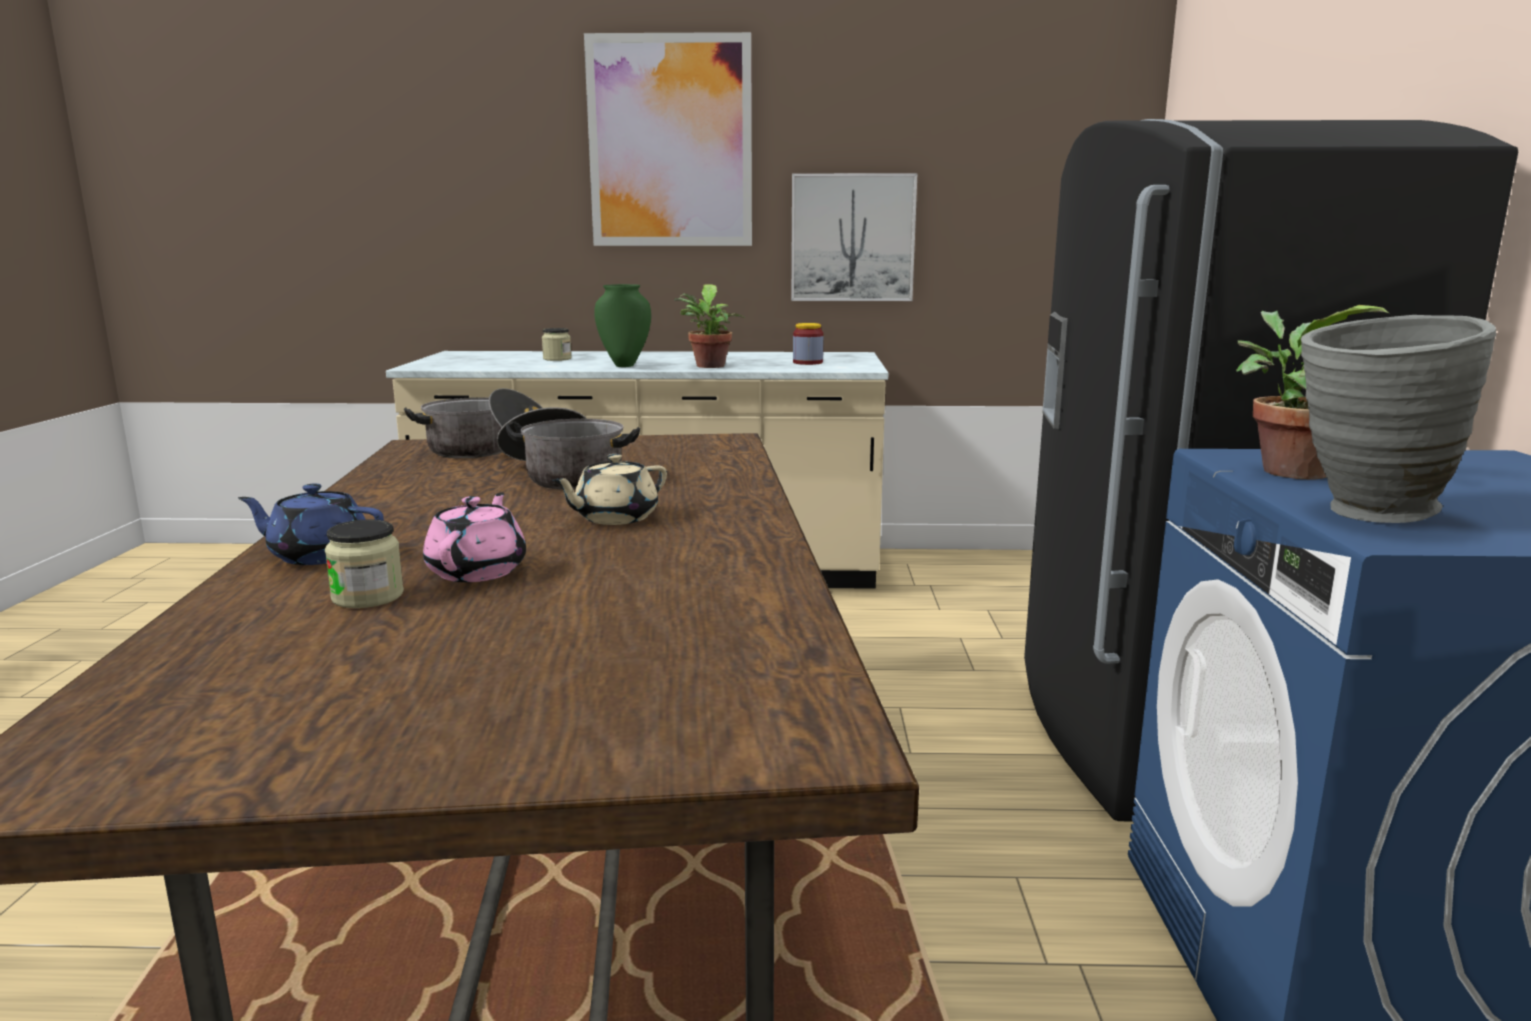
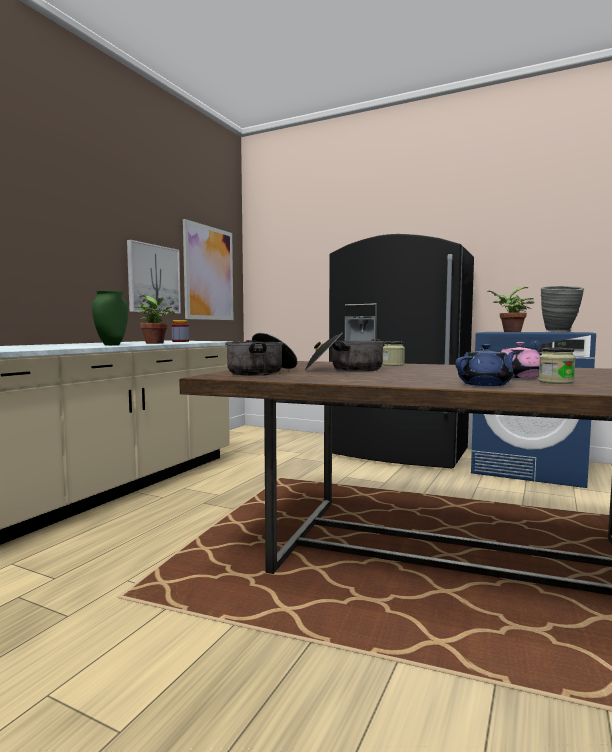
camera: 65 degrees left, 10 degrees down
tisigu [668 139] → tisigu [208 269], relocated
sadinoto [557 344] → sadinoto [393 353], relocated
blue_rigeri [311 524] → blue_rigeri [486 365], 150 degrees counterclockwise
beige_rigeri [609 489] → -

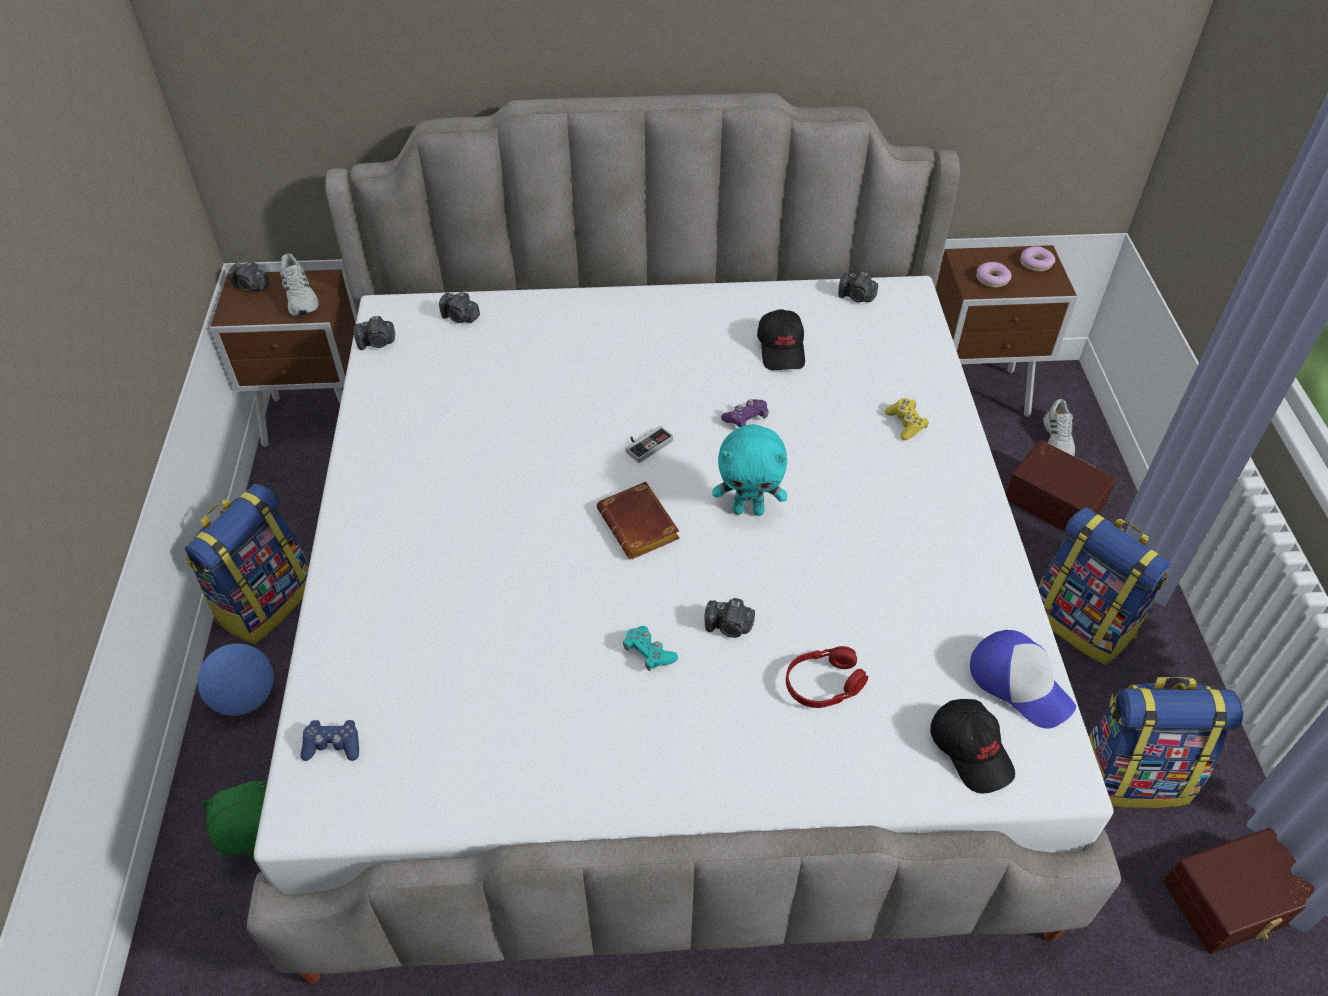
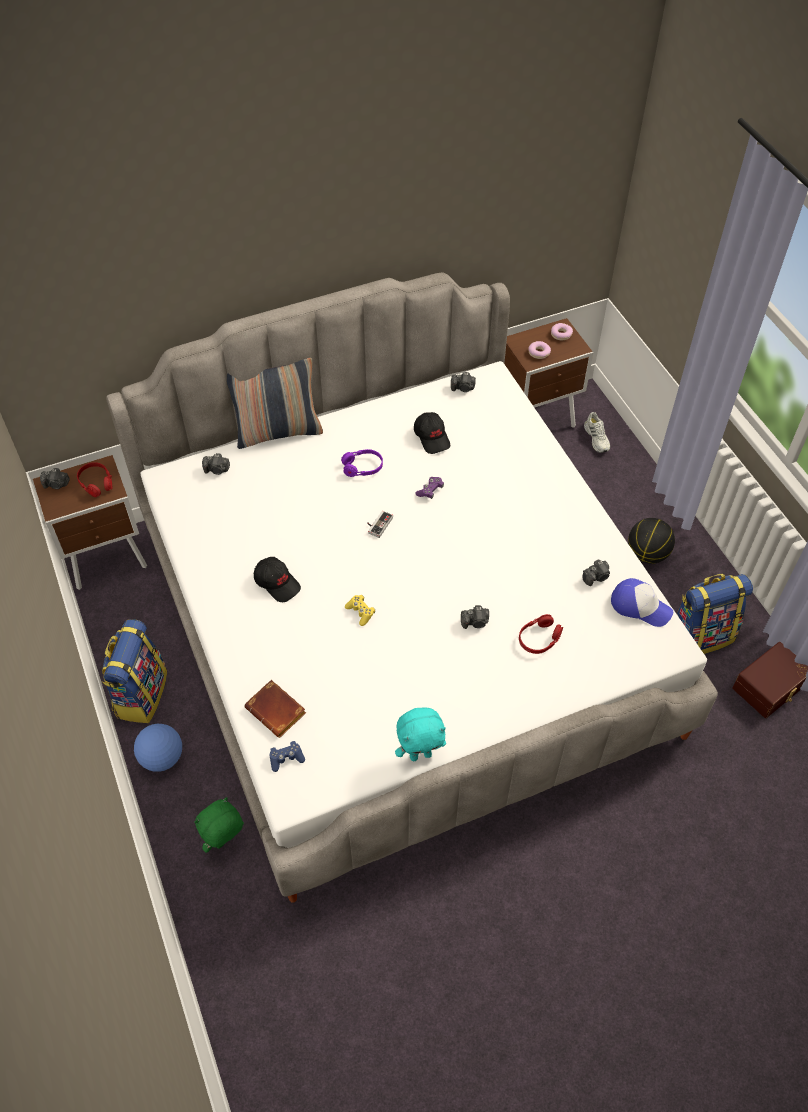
camera: 20 degrees left, 5 degrees up
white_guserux [299 285] → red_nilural [94 479]
- → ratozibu [275 403]
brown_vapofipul [638 520] → brown_vapofipul [275 709], relocated
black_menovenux [972 746] → black_menovenux [277 579], relocated
- → purple_nilural [362 463]
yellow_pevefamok [907 419] → yellow_pevefamok [360 610], relocated
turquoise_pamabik [749 470] → turquoise_pamabik [420 734], relocated
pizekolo [374 333] → pizekolo [596 572], relocated
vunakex [1104 586] → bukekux [651 541]
turquoise_pevefamok [650 648] → -
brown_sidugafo [1061 486] → -

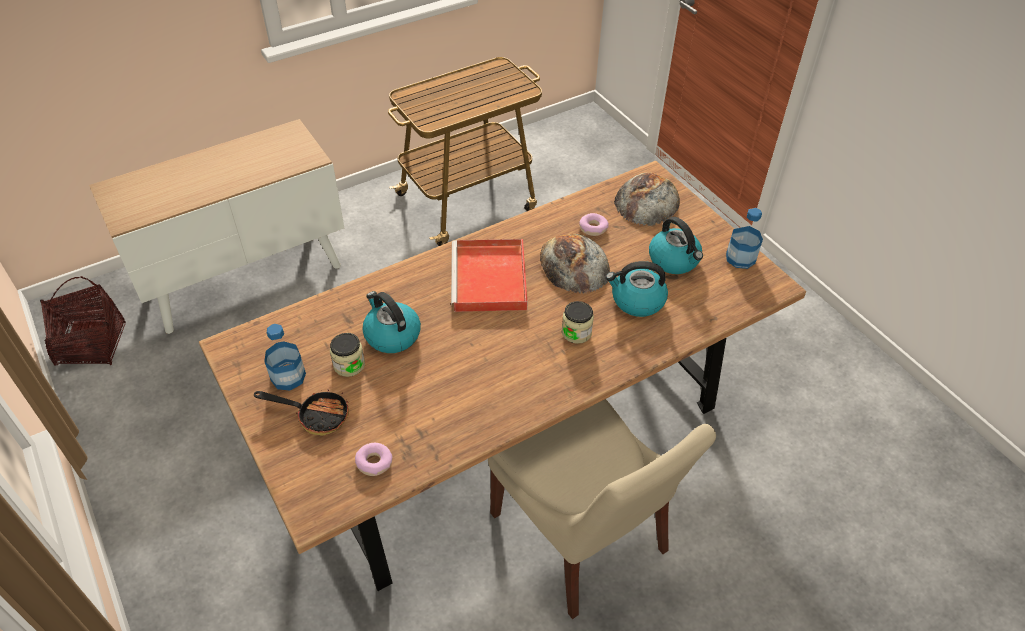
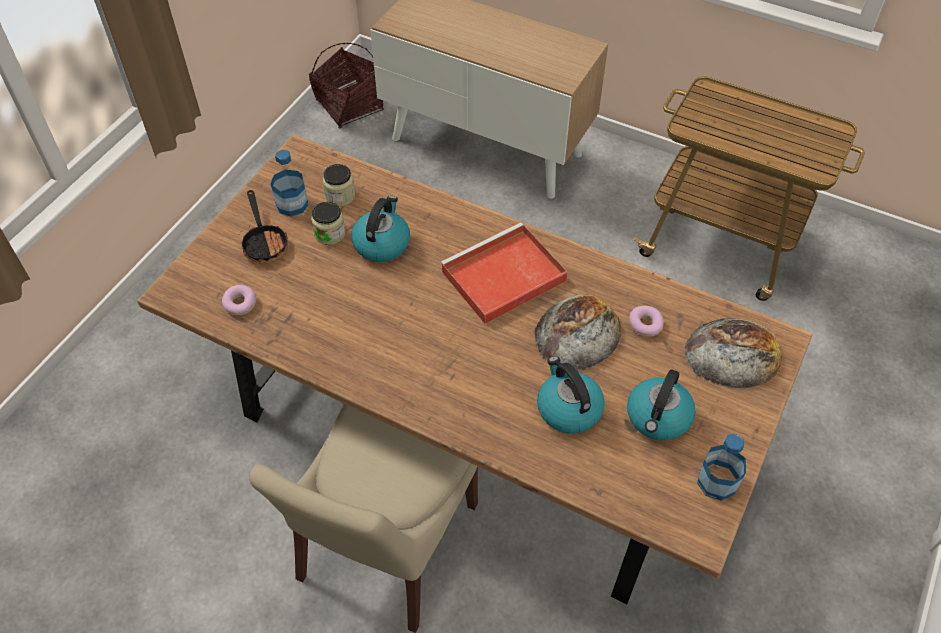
camera: 60 degrees right, 5 degrees up
sadinoto [578 322] → sadinoto [339 185], relocated

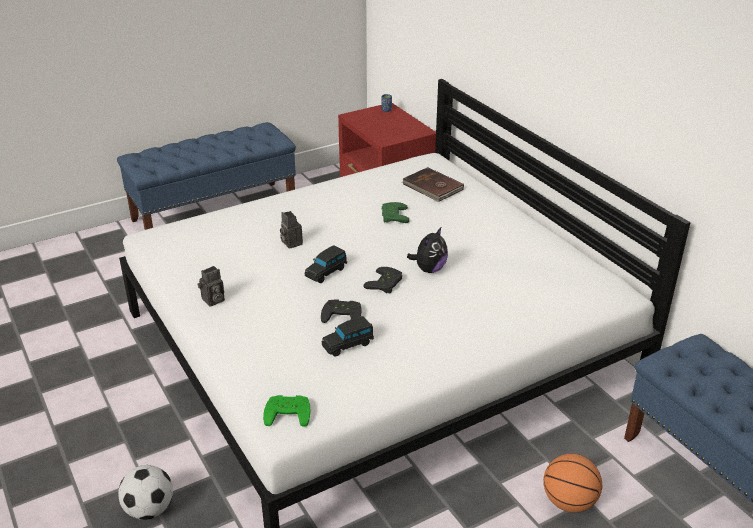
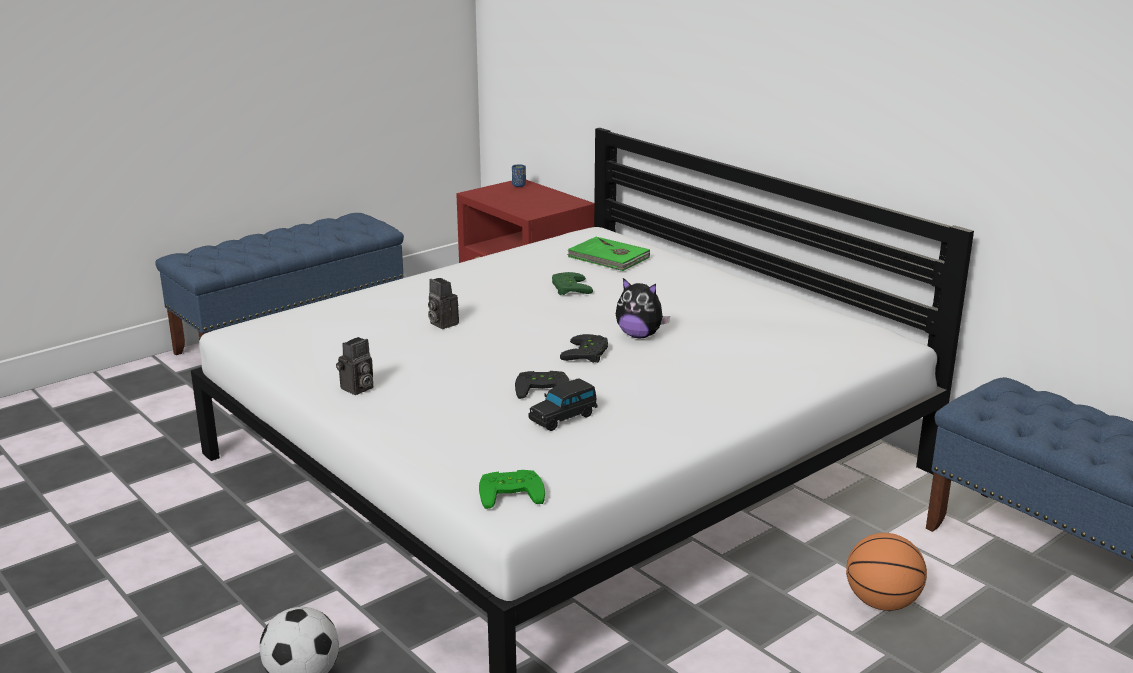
camera: 10 degrees left, 10 degrees down
brown_vapofipul [433 184] → green_vapofipul [608 254]
pamabik [427 250] → pamabik [643 308], 90 degrees clockwise
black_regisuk [326 264] → -

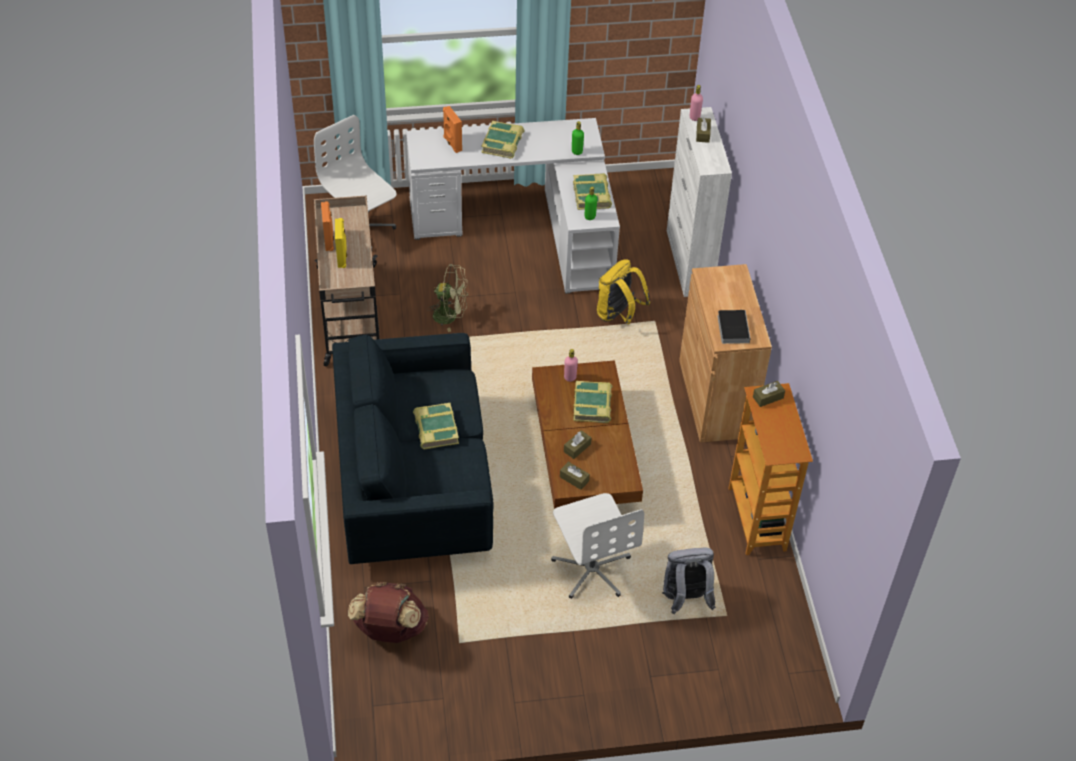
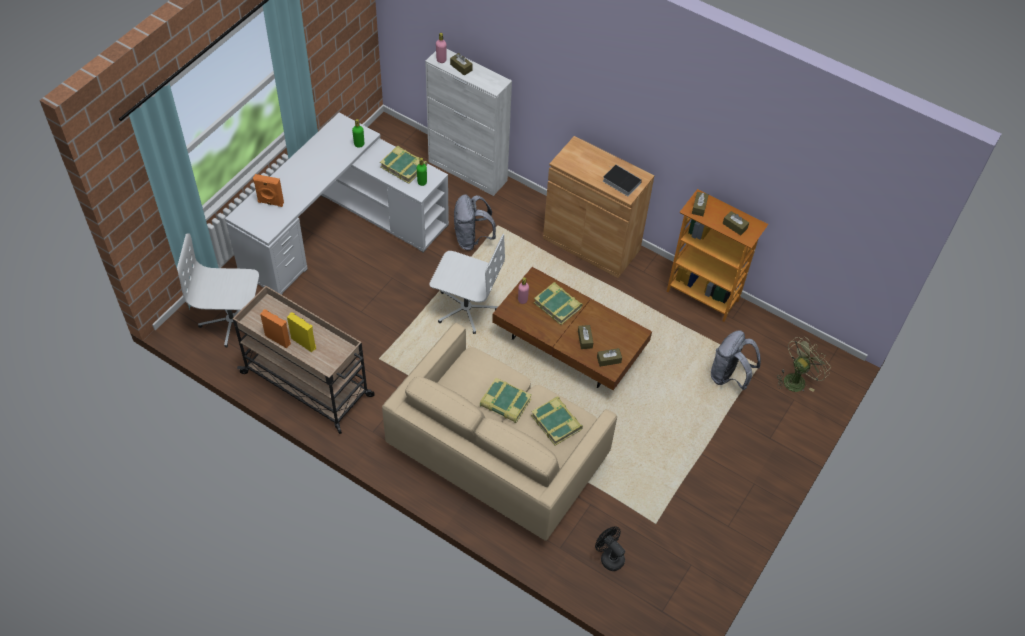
camera: 50 degrees left, 5 degrees up
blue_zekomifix [413 448] → beige_zekomifix [499 432]
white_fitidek [597 546] → white_fitidek [467 284], relocated
yellow_vunakex [623 291] → grey_vunakex [475 222]
vapofipul [503 140] → vapofipul [557 421], relocated
brown_vunakex [388 612] → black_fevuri [610 548]
- → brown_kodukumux [736 223]
green_fevuri [447 298] → green_fevuri [804 364], relocated

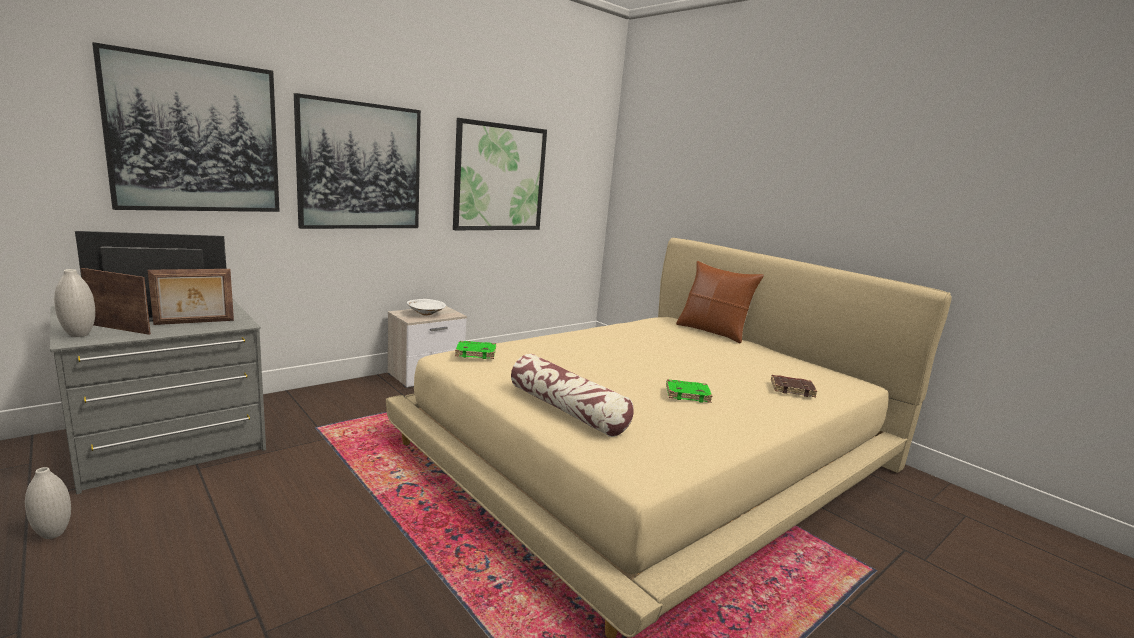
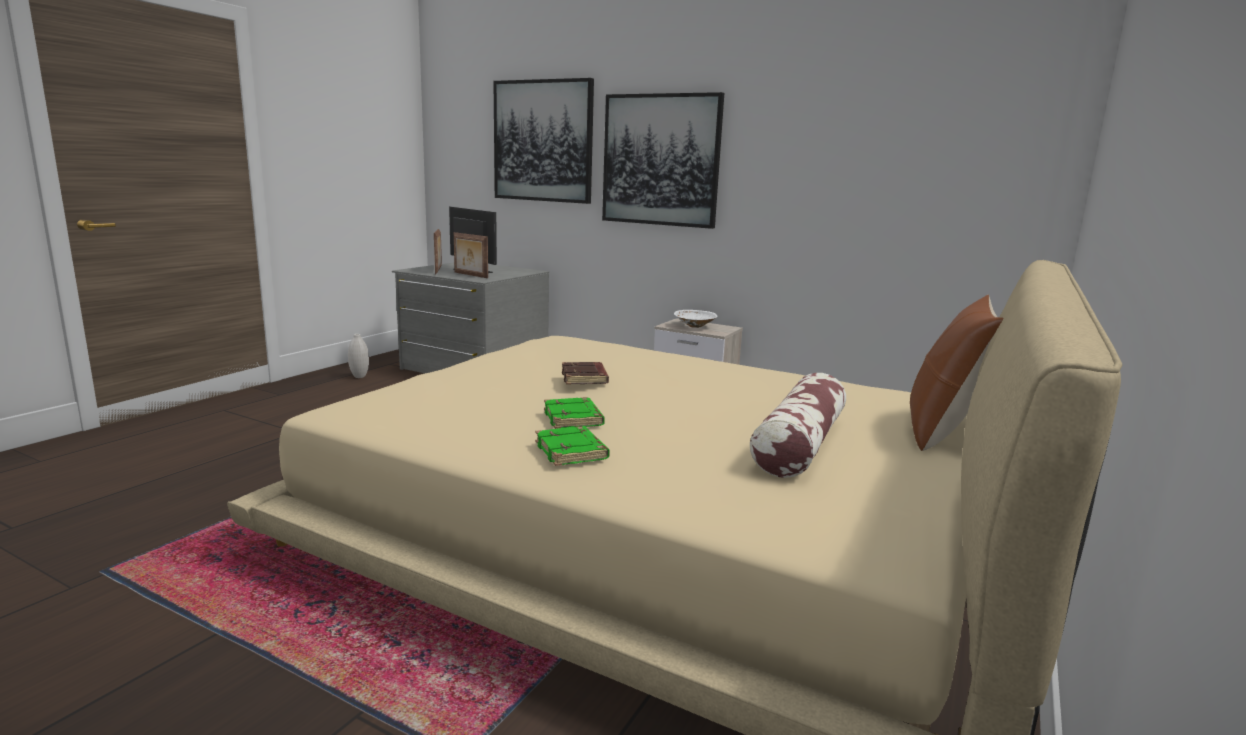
camera: 70 degrees right, 0 degrees up
green_vapofipul [475 350] → green_vapofipul [572 446], relocated
brown_vapofipul [794 386] → brown_vapofipul [585 373], relocated
ratozibu [572 395] → ratozibu [798 425], relocated
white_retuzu [74 303] → -
tisigu [500 174] → -

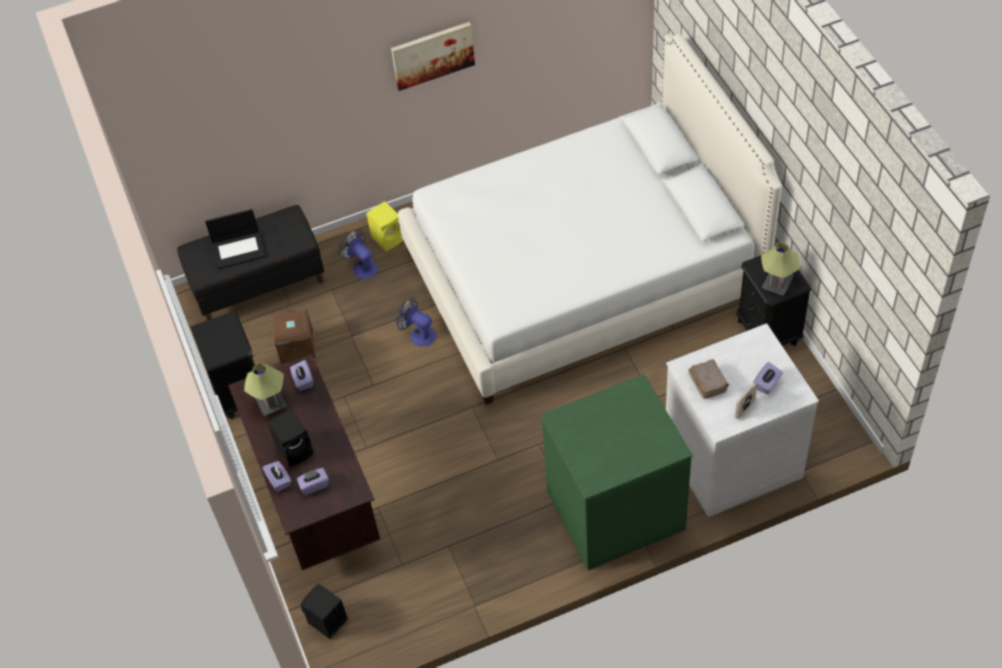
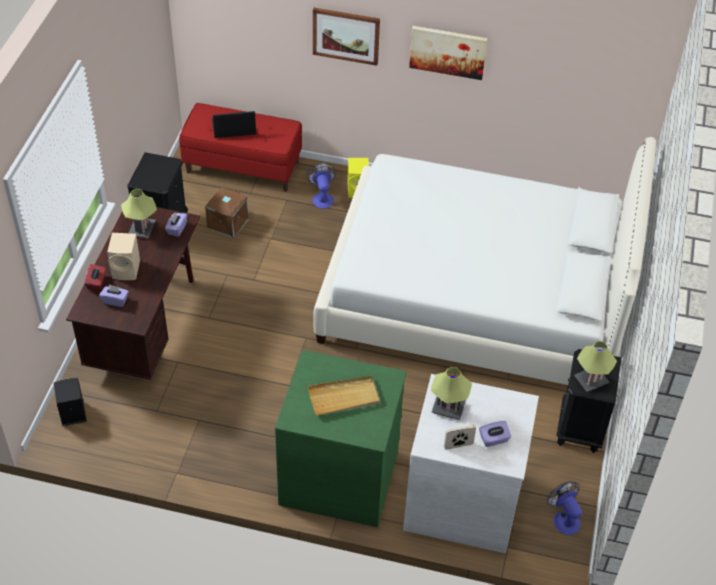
camera: 30 degrees right, 5 degrees down
purple_kodukumux [276 476] → red_kodukumux [95 277]
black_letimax [290 438] → beige_letimax [123 256]
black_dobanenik [250 262] → red_dobanenik [240 147]
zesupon [235 239] → zesupon [234 124], 150 degrees clockwise
- → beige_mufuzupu [344 396]
- → tisigu [346 37]
brown_vapofipul [708 379] → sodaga [451 393]
fevuri [416 322] → fevuri [564 508], relocated

